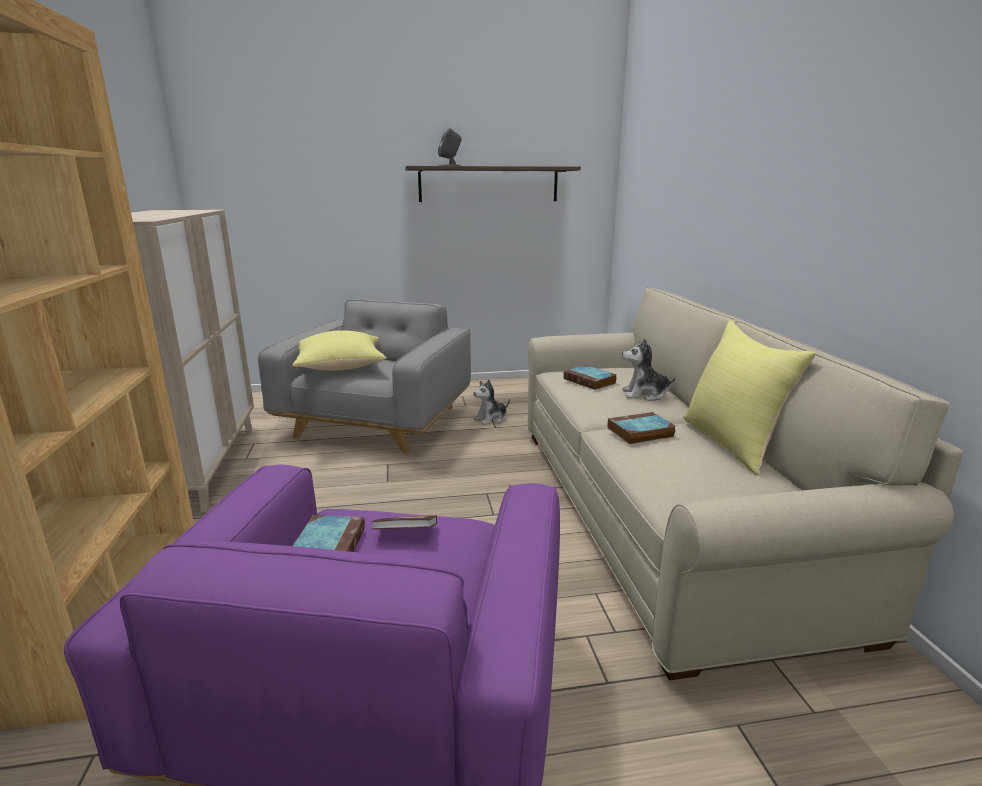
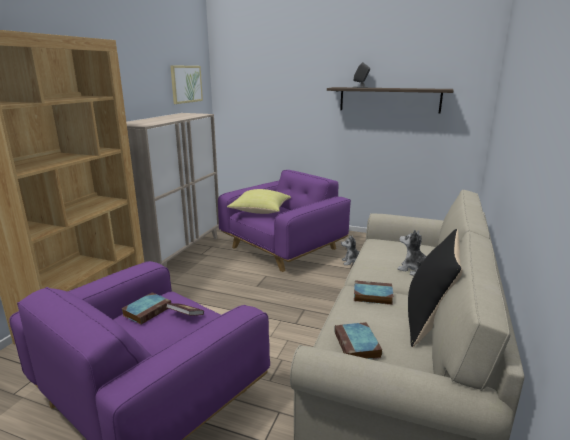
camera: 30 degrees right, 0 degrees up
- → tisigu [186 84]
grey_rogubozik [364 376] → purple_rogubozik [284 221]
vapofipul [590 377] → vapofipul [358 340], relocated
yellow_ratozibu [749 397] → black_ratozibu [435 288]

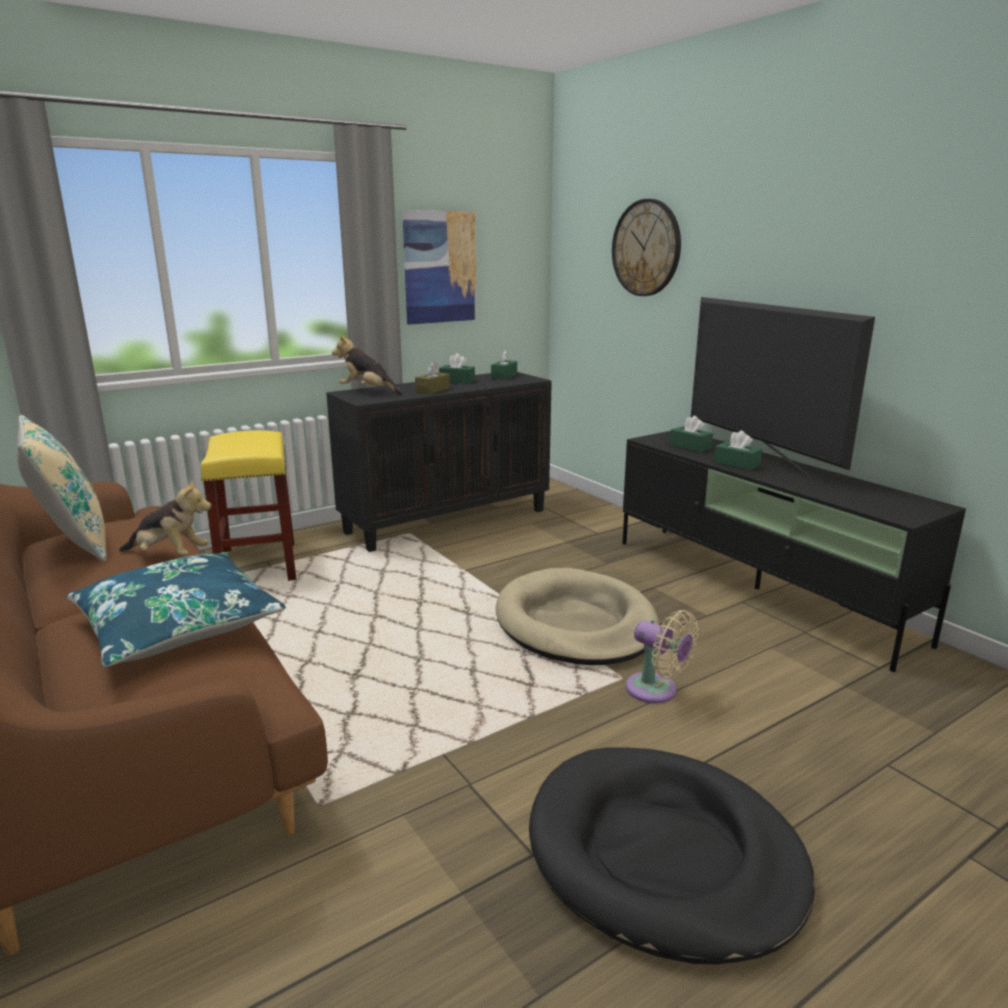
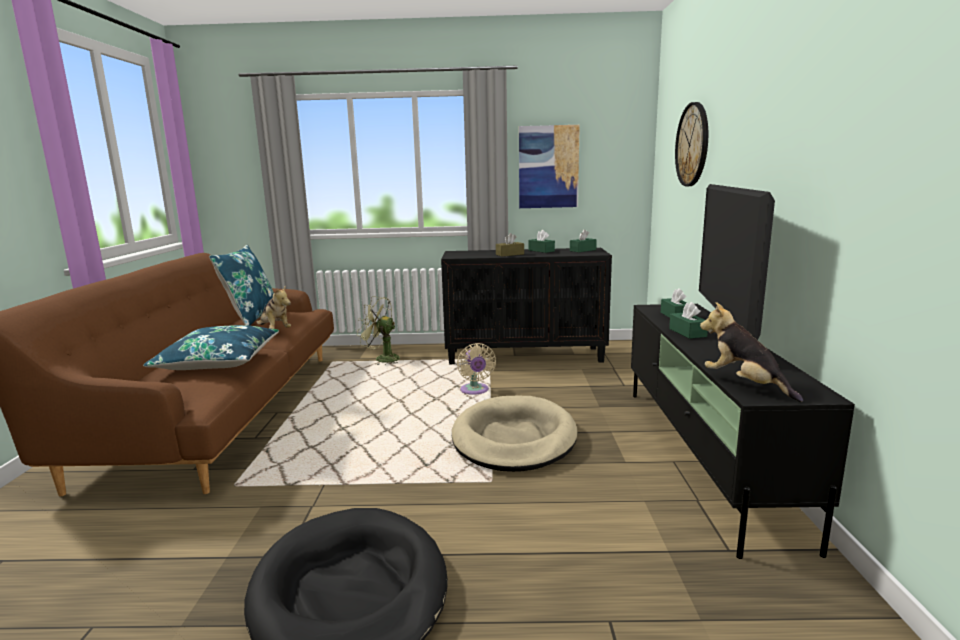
camera: 35 degrees right, 5 degrees down
beige_ratozibu [62 488] → blue_ratozibu [241 285]
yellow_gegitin [248 505] → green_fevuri [378 330]
beige_fevuri [662 657] → beige_fevuri [476 369], relocated
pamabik [368 364] → pamabik [751 352], relocated

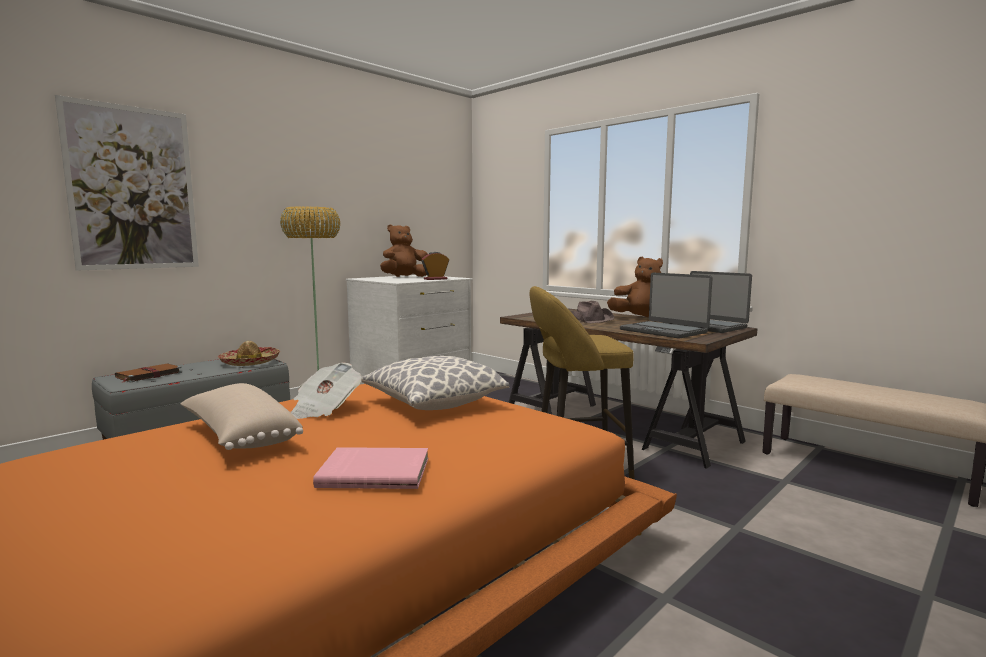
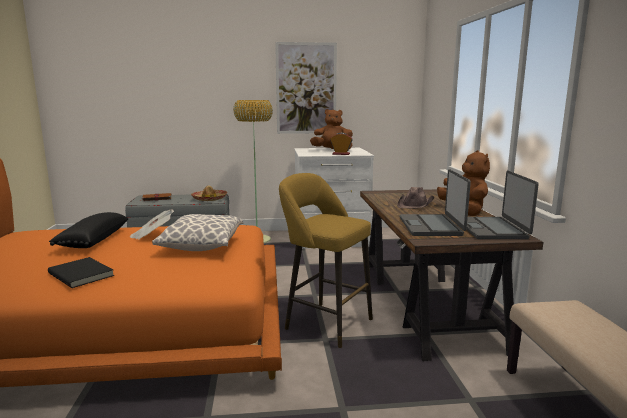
camera: 40 degrees right, 5 degrees up
pink_vapofipul [370 468] → black_vapofipul [81 272]
beige_ratozibu [242 416] → black_ratozibu [88 230]
tisigu [127 183] → tisigu [306 88], relocated

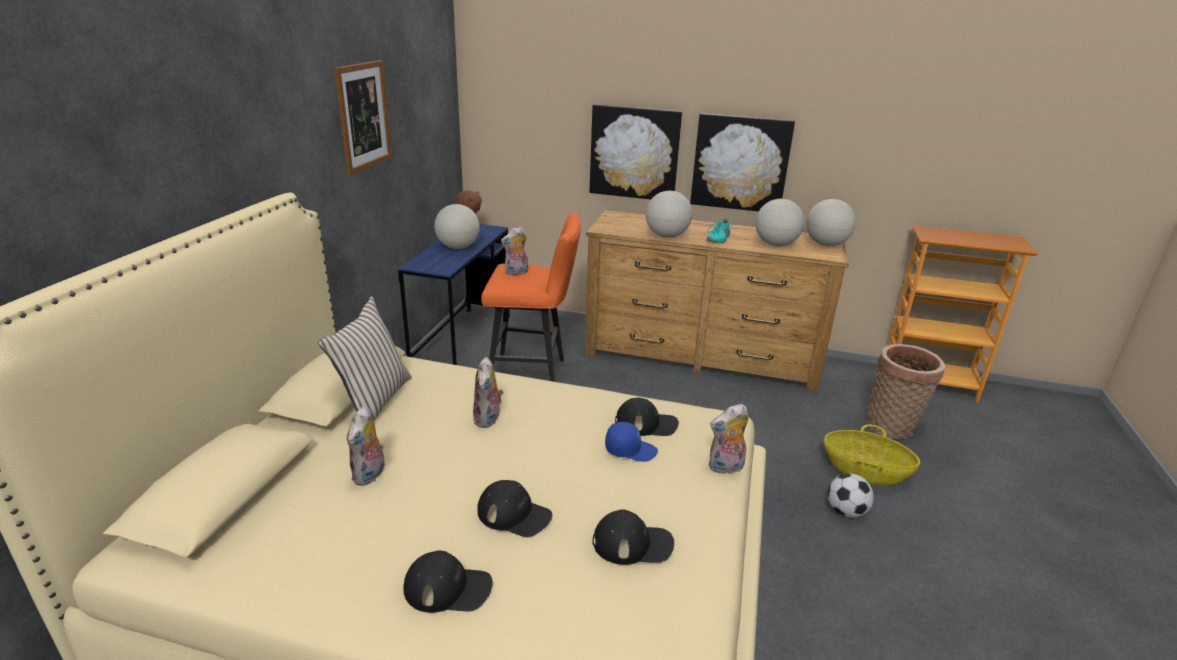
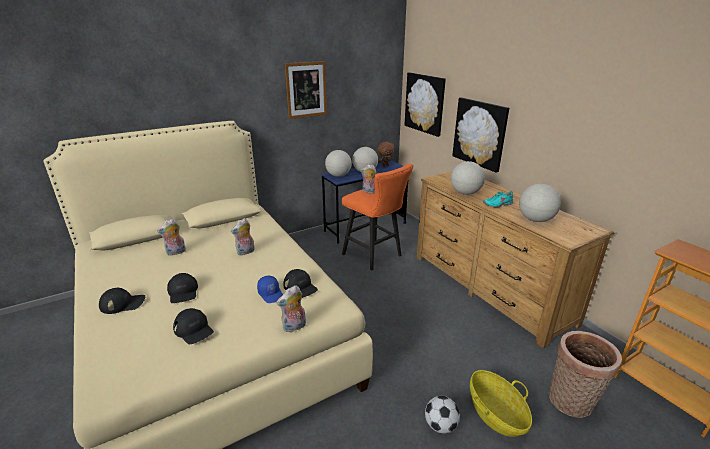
camera: 45 degrees right, 0 degrees up
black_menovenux [448 582] → black_menovenux [122 301], 60 degrees counterclockwise
pamabik [729 438] → pamabik [291 308], 60 degrees counterclockwise
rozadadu [831 222] → rozadadu [338 163], relocated
tisigu [742 162] → tisigu [425 104], relocated
beige_ratozibu [365 358] → -

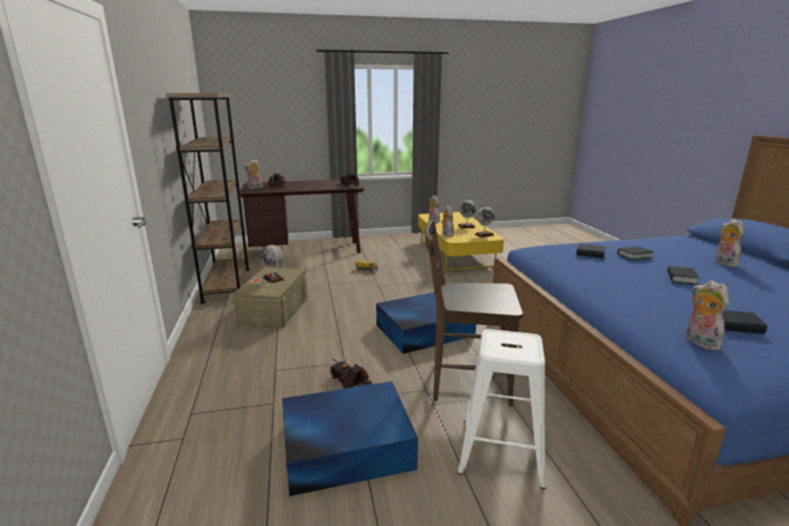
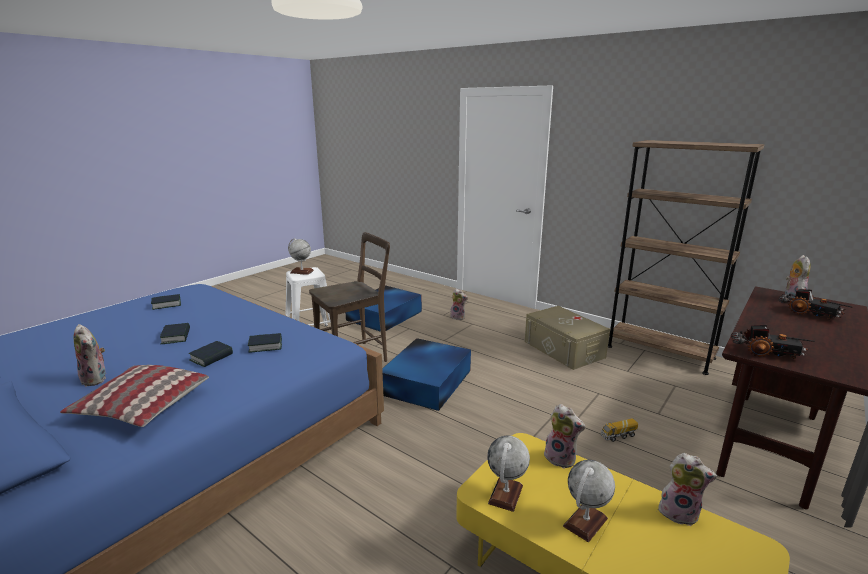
camera: 140 degrees right, 0 degrees up
- → ratozibu [134 396]
rozadadu [272 264] → rozadadu [301 256], relocated
pamabik [707 315] → pamabik [459 304], relocated
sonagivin [350 373] → -

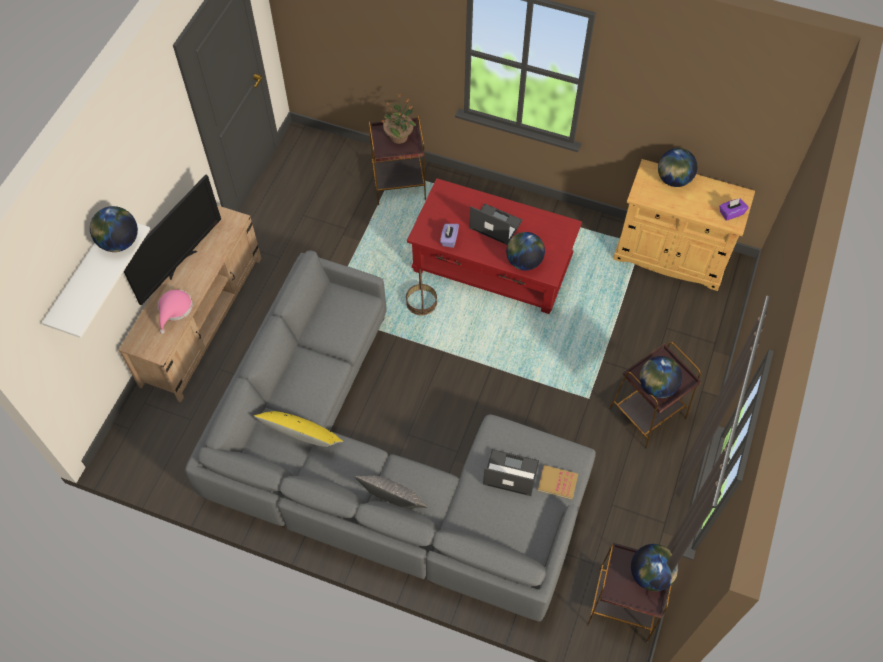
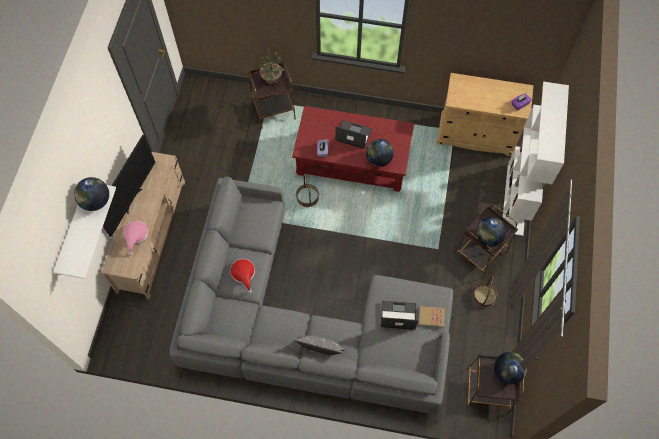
camera: 10 degrees left, 5 degrees up
- → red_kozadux [242 276]
- → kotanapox [485 292]
- → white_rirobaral [536 159]
yellow_ratozibu [298 429] → -
rozadadu [677 167] → -

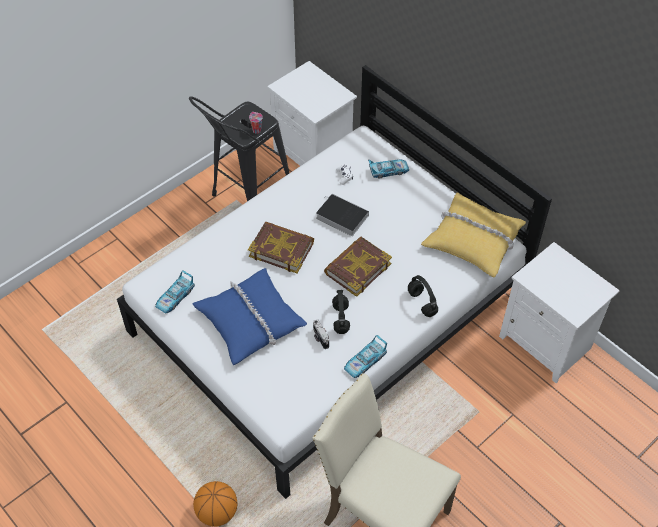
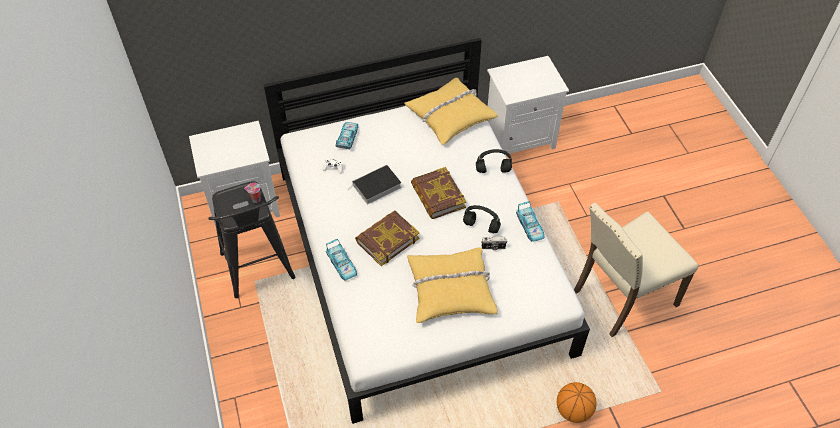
camera: 65 degrees left, 0 degrees up
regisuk [175 291] → regisuk [341 260], relocated
blue_ratozibu [250 316] → yellow_ratozibu [452 285]

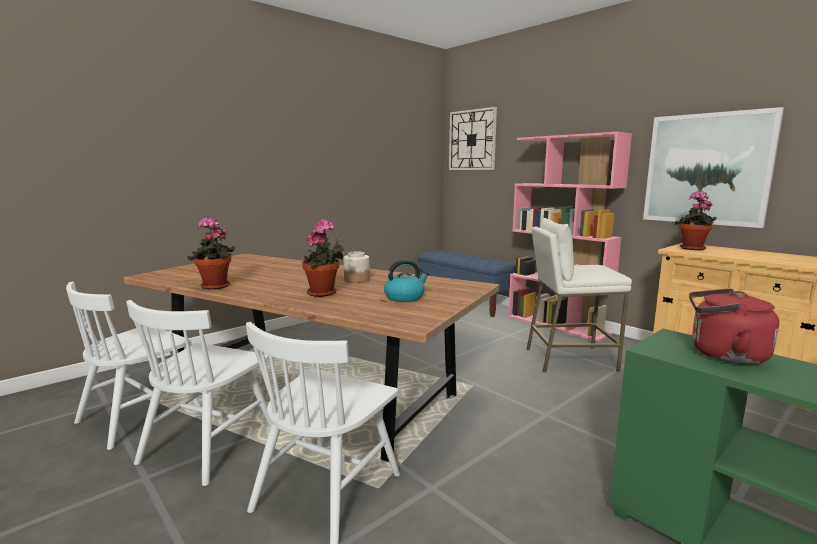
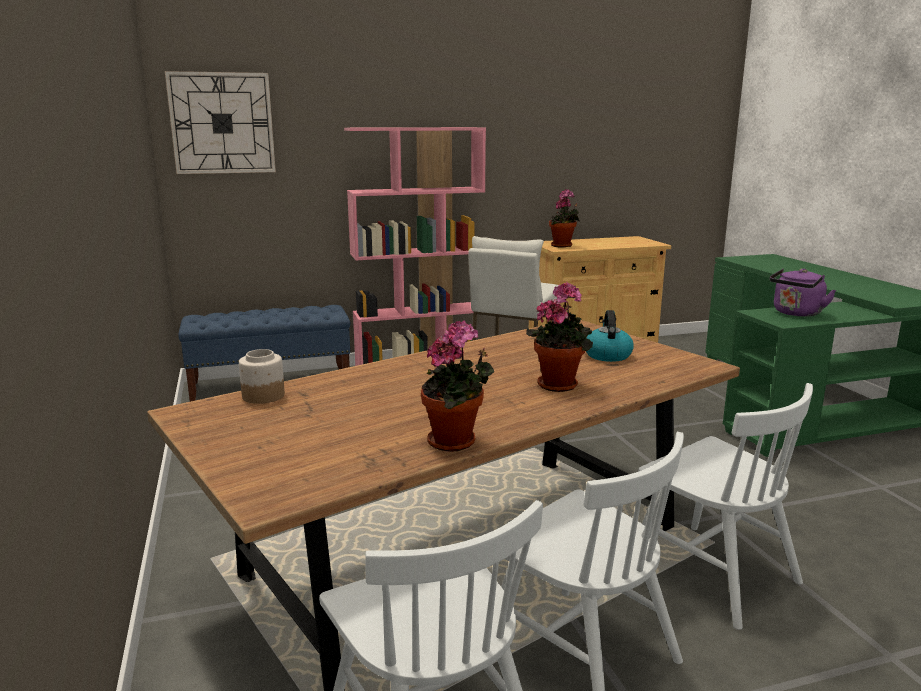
camera: 65 degrees left, 5 degrees up
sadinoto [357 267] → sadinoto [262 376], relocated
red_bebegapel [734 326] → purple_bebegapel [802 292]
tisigu [713 167] → -

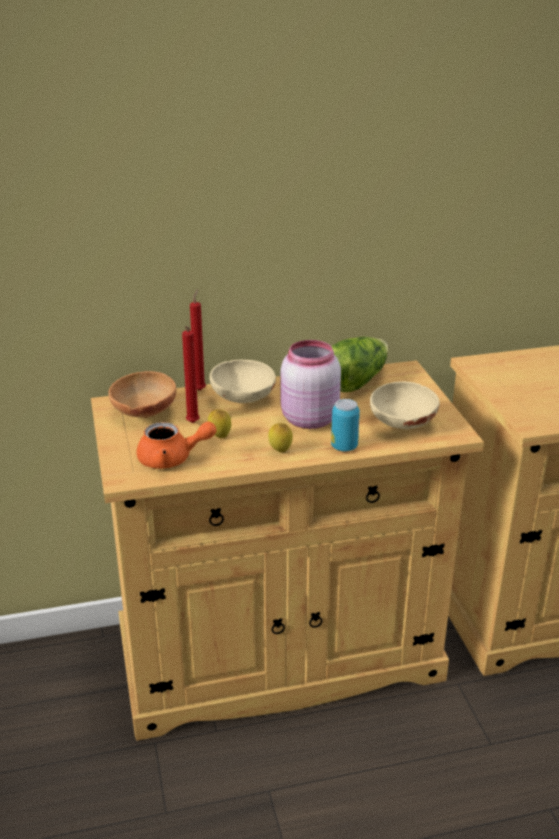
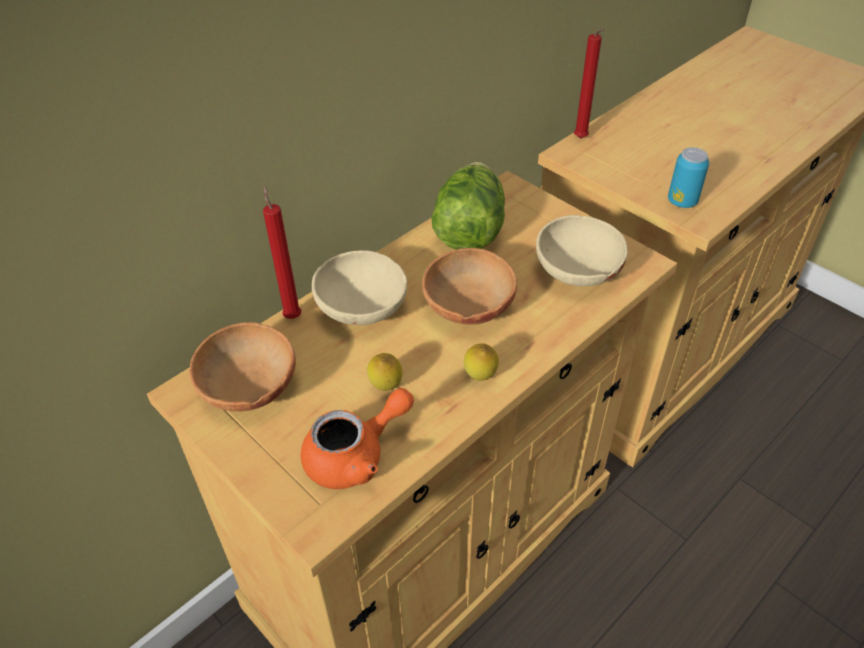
camera: 30 degrees left, 15 degrees up
pink_sadinoto [311 384] → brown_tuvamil [469 286]
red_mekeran [191 374] → red_mekeran [589 84], relocated
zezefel [345 425] → zezefel [688 177], relocated

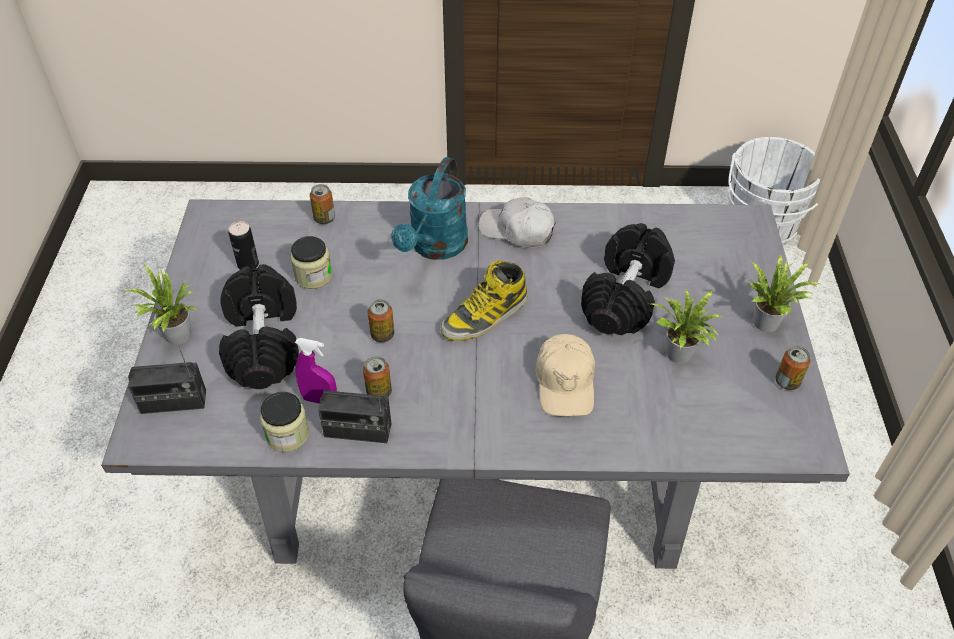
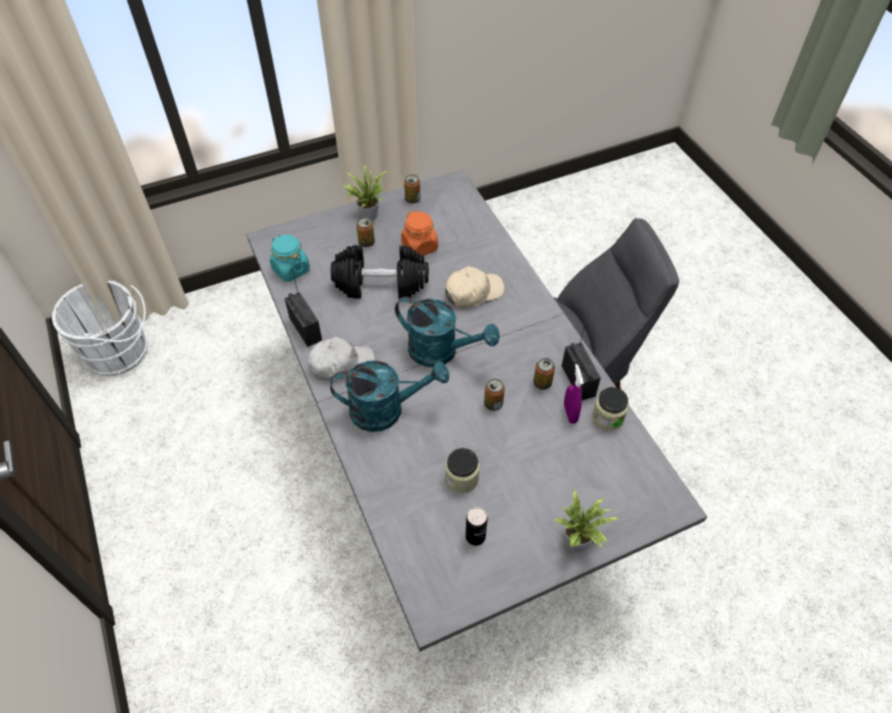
camera: 115 degrees left, 5 degrees up
- → turquoise_sadinoto [290 258]
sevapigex [167 379] → sevapigex [303 308], relocated
white_menovenux [517 222] → white_menovenux [341 359], 105 degrees counterclockwise
zezefel [322 204] → zezefel [365 232], relocated
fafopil [484 300] → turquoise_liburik [447 332]
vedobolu [687 326] → orange_sadinoto [419 232]
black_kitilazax [259 326] → -

